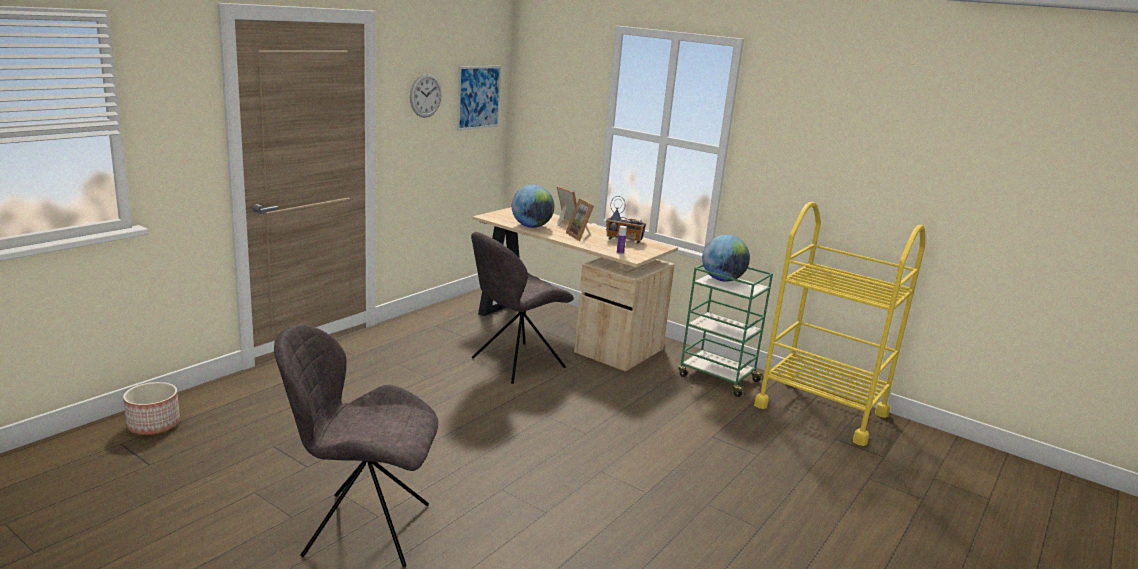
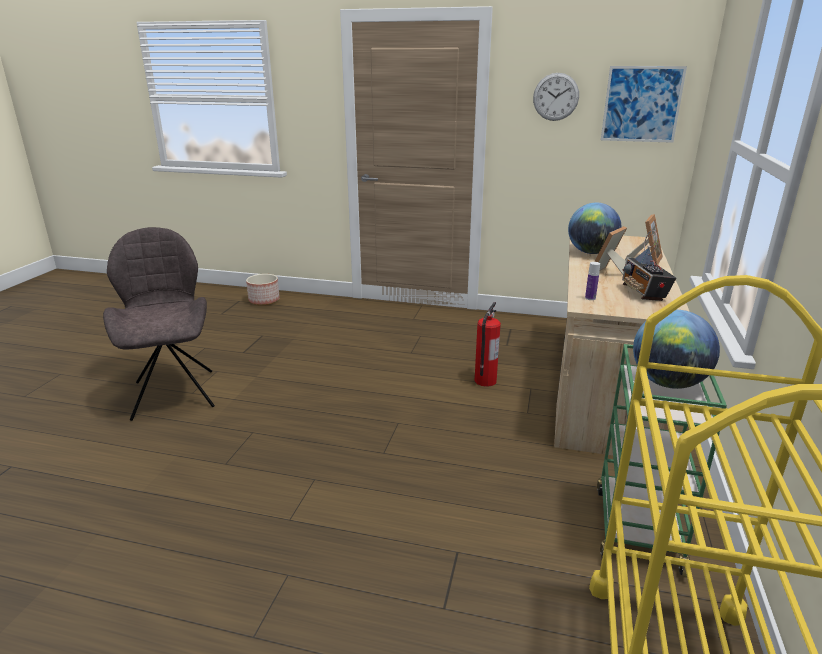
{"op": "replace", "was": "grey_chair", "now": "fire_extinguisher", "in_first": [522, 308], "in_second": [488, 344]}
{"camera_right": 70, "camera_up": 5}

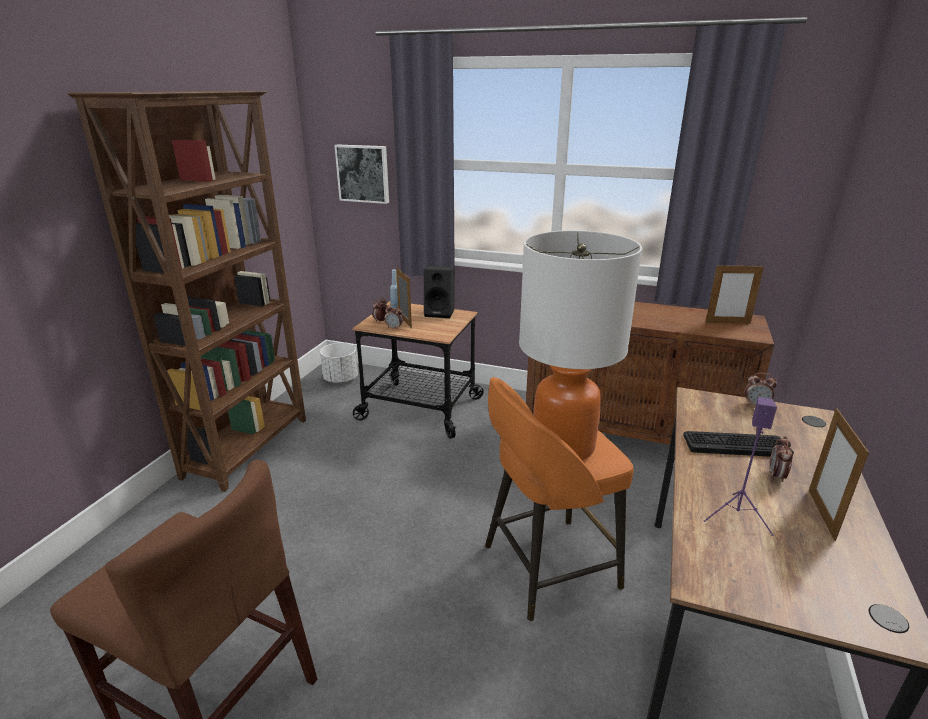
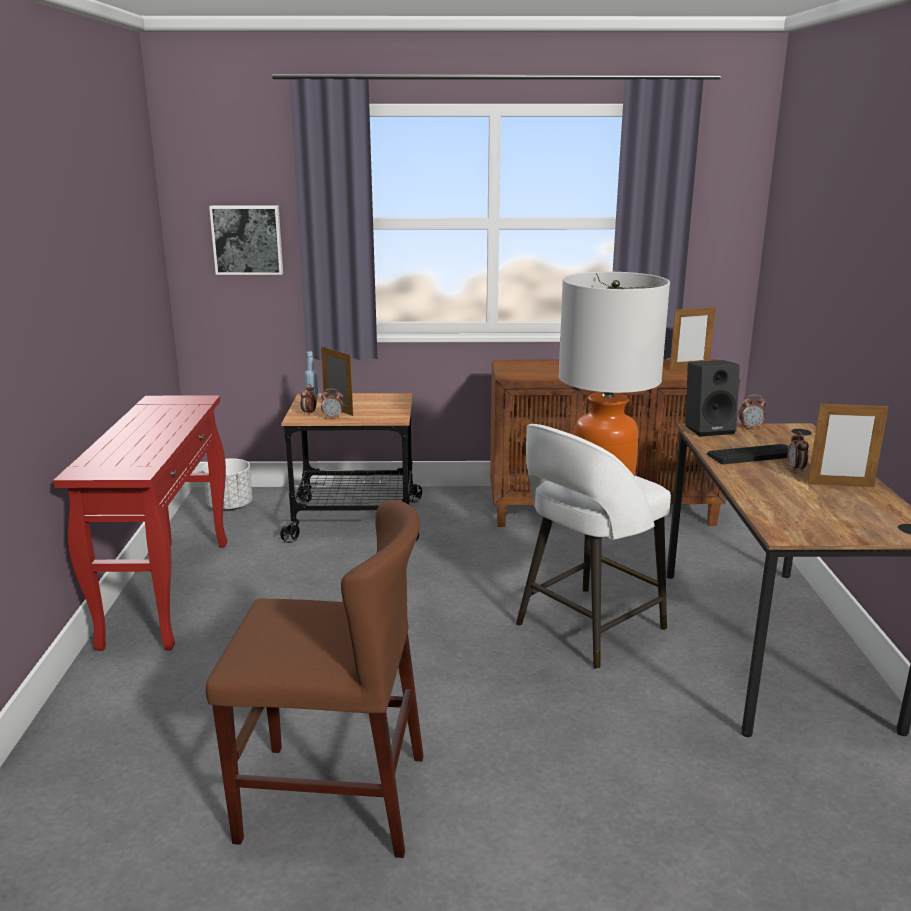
{"op": "replace", "was": "brown_bookcase", "now": "red_console_table", "in_first": [186, 291], "in_second": [140, 523]}
{"op": "move", "was": "black_speaker", "in_first": [439, 291], "in_second": [712, 398]}
{"op": "recolor", "was": "orange_stool", "now": "white_stool", "in_first": [559, 499], "in_second": [593, 546]}
{"op": "delete", "was": "purple_speaker", "in_first": [740, 466]}
{"op": "rotate", "was": "picture_frame", "in_first": [839, 474], "in_second": [848, 444], "clockwise": -75}
{"camera_right": -20, "camera_up": -5}

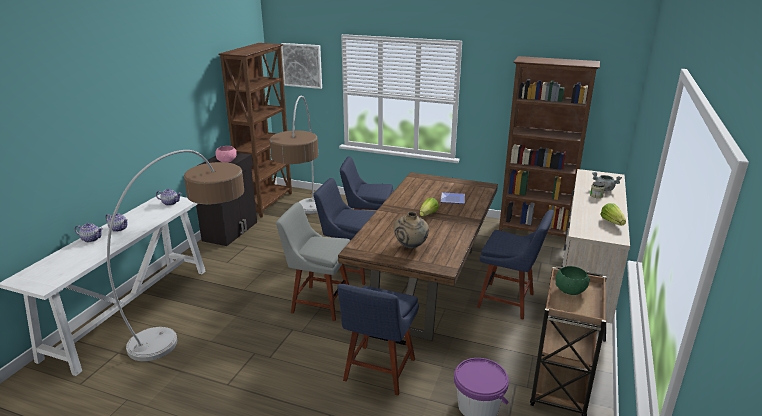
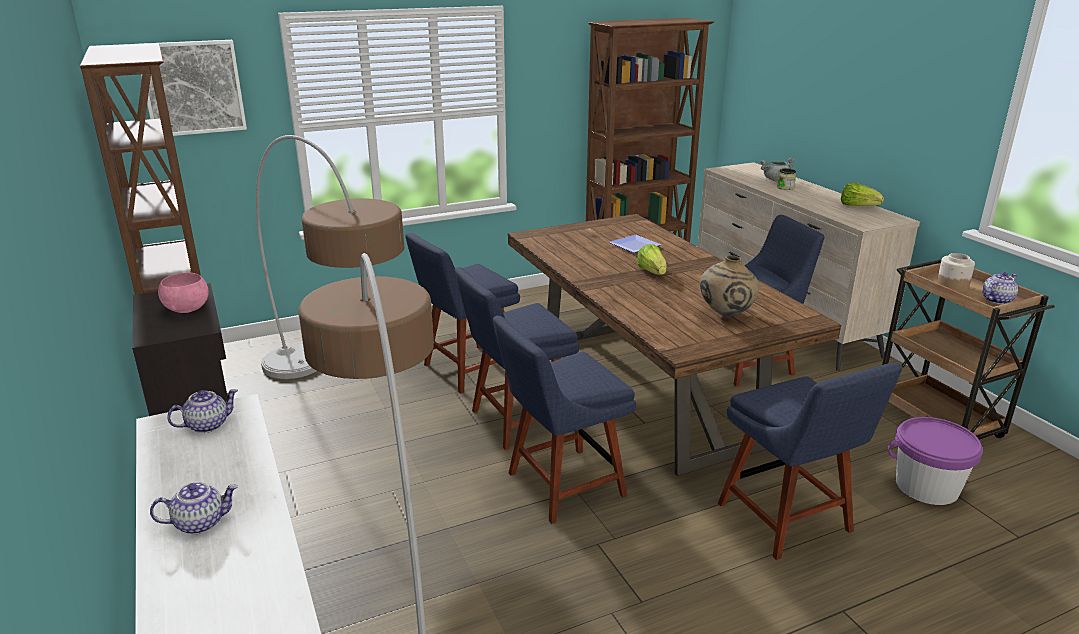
{"op": "recolor", "was": "grey_chair", "now": "blue_chair", "in_first": [313, 261], "in_second": [564, 420]}
{"op": "move", "was": "teapot", "in_first": [89, 232], "in_second": [1000, 288]}
{"op": "replace", "was": "green_bowl", "now": "jar", "in_first": [572, 280], "in_second": [955, 272]}
{"camera_right": -45, "camera_up": 0}

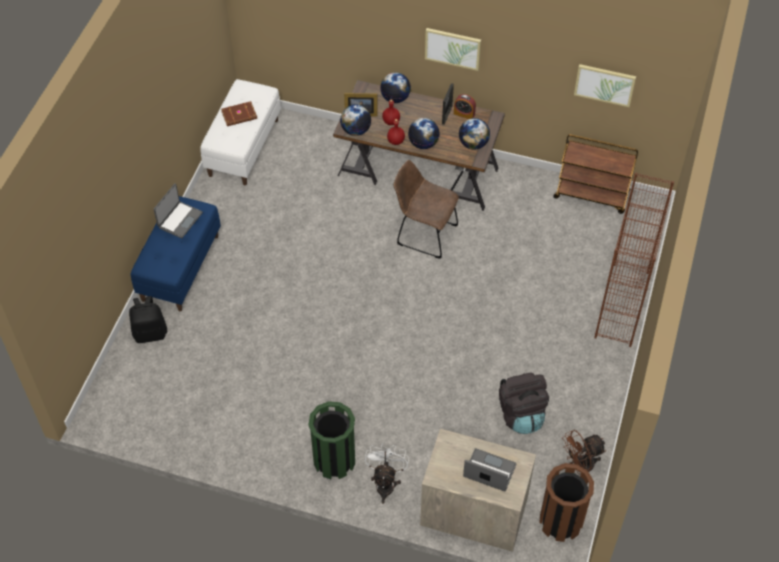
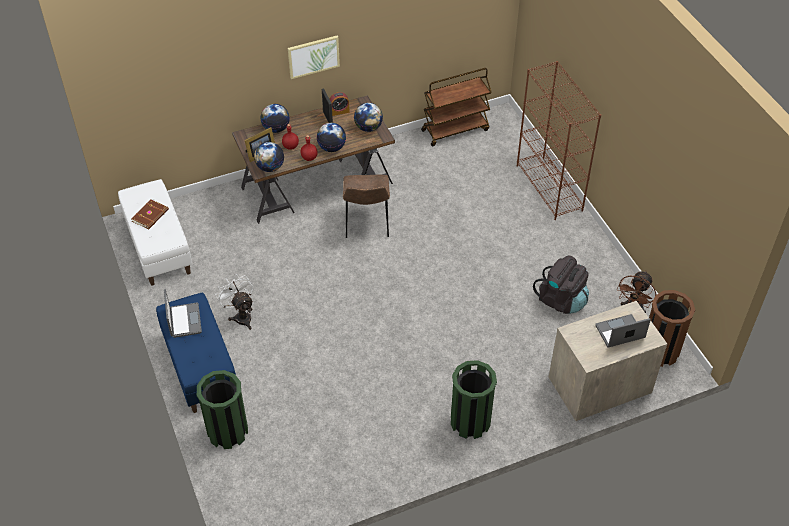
{"op": "delete", "was": "picture", "in_first": [605, 85]}
{"op": "rotate", "was": "brown_chair", "in_first": [426, 209], "in_second": [366, 206], "clockwise": -75}
{"op": "replace", "was": "black_backpack", "now": "green_trash_can", "in_first": [148, 319], "in_second": [222, 409]}
{"op": "move", "was": "white_fan", "in_first": [387, 473], "in_second": [234, 302]}
{"camera_right": -40, "camera_up": -5}

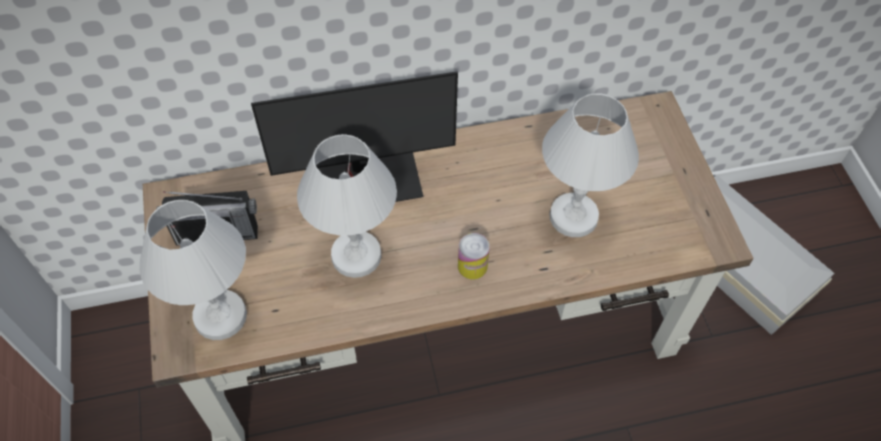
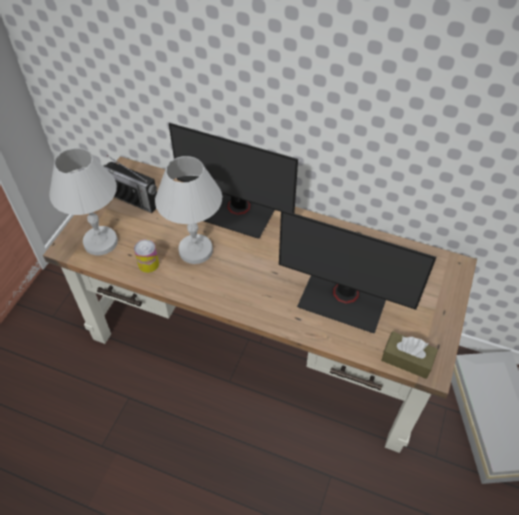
{"op": "replace", "was": "white_table_lamp", "now": "monitor", "in_first": [590, 165], "in_second": [357, 271]}
{"op": "move", "was": "can", "in_first": [474, 256], "in_second": [146, 256]}
{"op": "insert", "now": "brown_tissue_box", "in_second": [409, 355]}
{"camera_right": 35, "camera_up": -5}

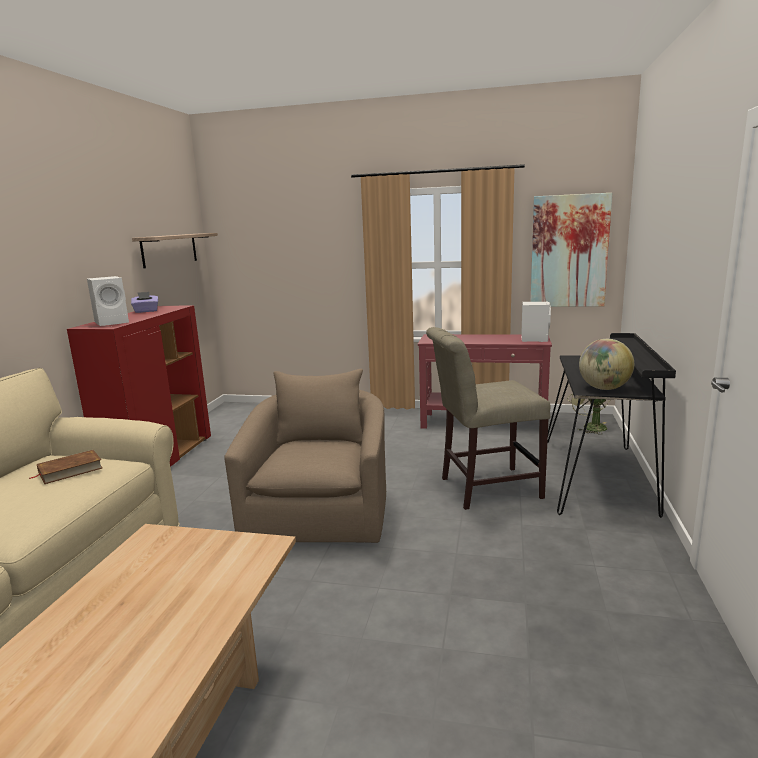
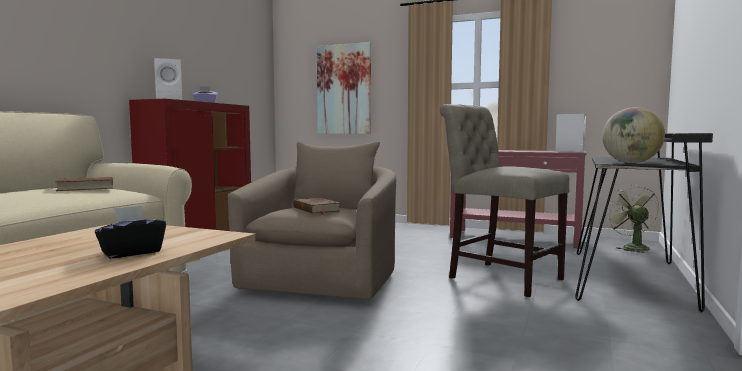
{"op": "move", "was": "picture", "in_first": [571, 250], "in_second": [344, 88]}
{"op": "delete", "was": "shelf", "in_first": [175, 250]}
{"op": "rotate", "was": "beige_chair", "in_first": [488, 418], "in_second": [504, 200], "clockwise": 45}
{"op": "insert", "now": "brown_book", "in_second": [316, 206]}
{"op": "insert", "now": "black_tissue_box", "in_second": [130, 231]}
{"camera_right": 10, "camera_up": -10}

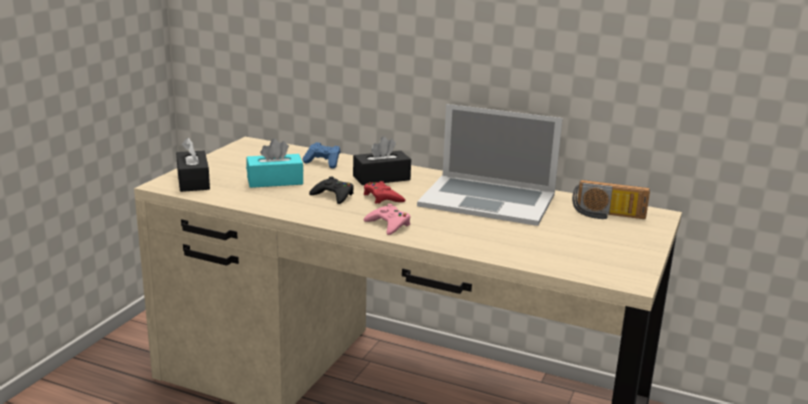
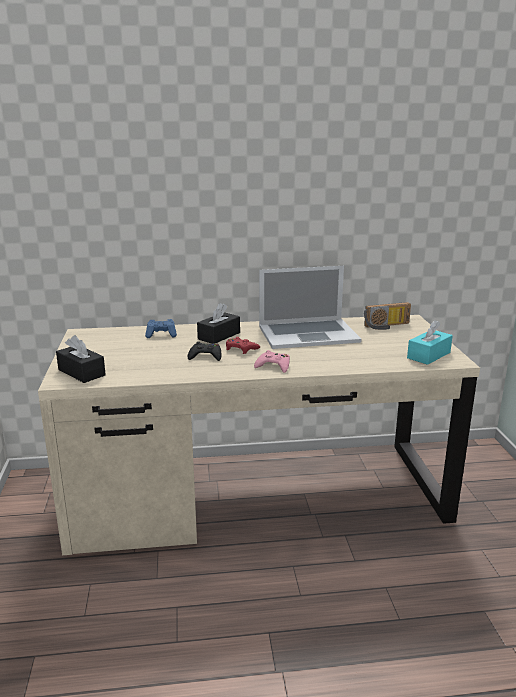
{"op": "move", "was": "turquoise_tissue_box", "in_first": [274, 163], "in_second": [430, 342]}
{"camera_right": -30, "camera_up": 0}

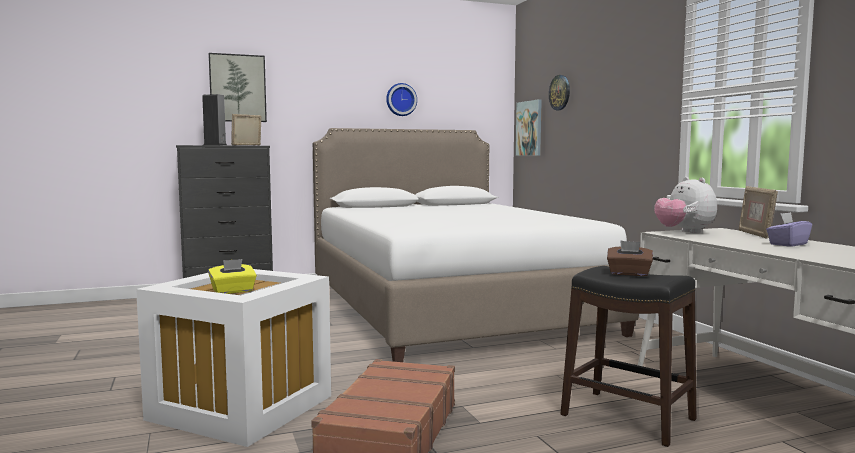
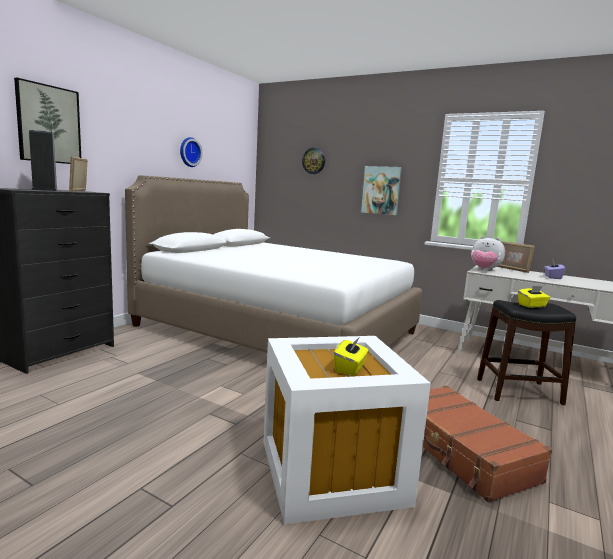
{"op": "move", "was": "picture", "in_first": [529, 127], "in_second": [381, 190]}
{"op": "recolor", "was": "brown_tissue_box", "now": "yellow_tissue_box", "in_first": [630, 258], "in_second": [534, 297]}
{"camera_right": -40, "camera_up": 5}

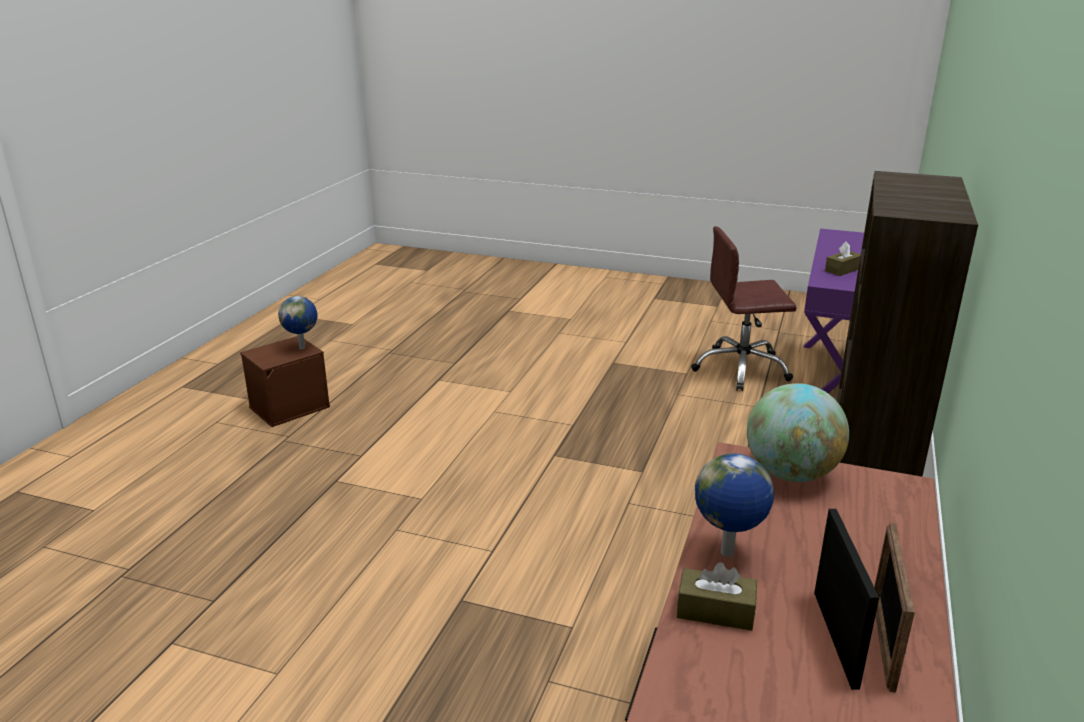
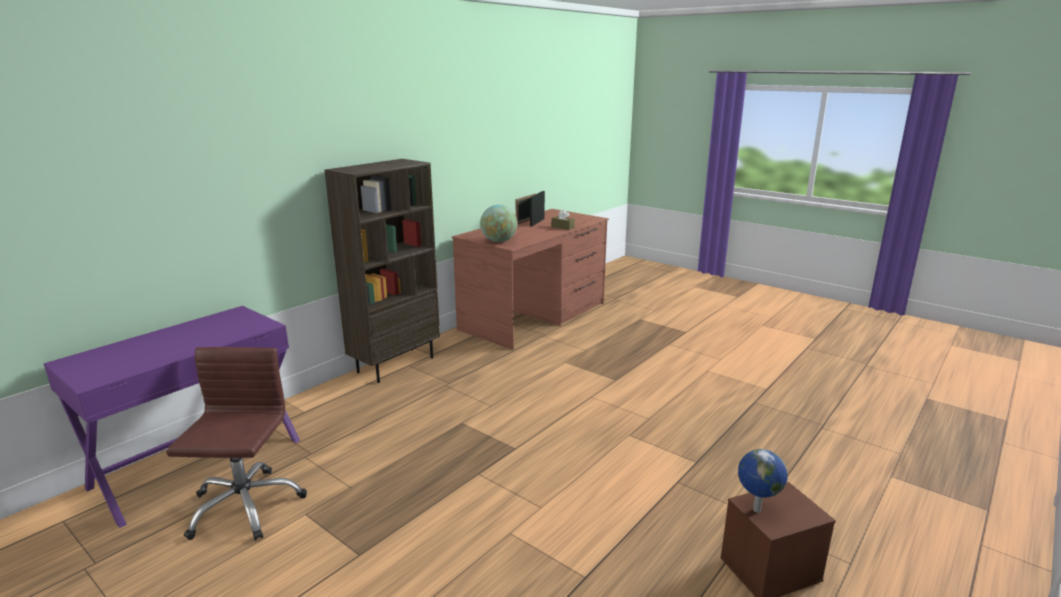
{"op": "rotate", "was": "brown_office_chair", "in_first": [744, 308], "in_second": [236, 444], "clockwise": -105}
{"op": "delete", "was": "brown_tissue_box", "in_first": [843, 258]}
{"op": "delete", "was": "globe", "in_first": [734, 505]}
{"camera_right": -160, "camera_up": -5}

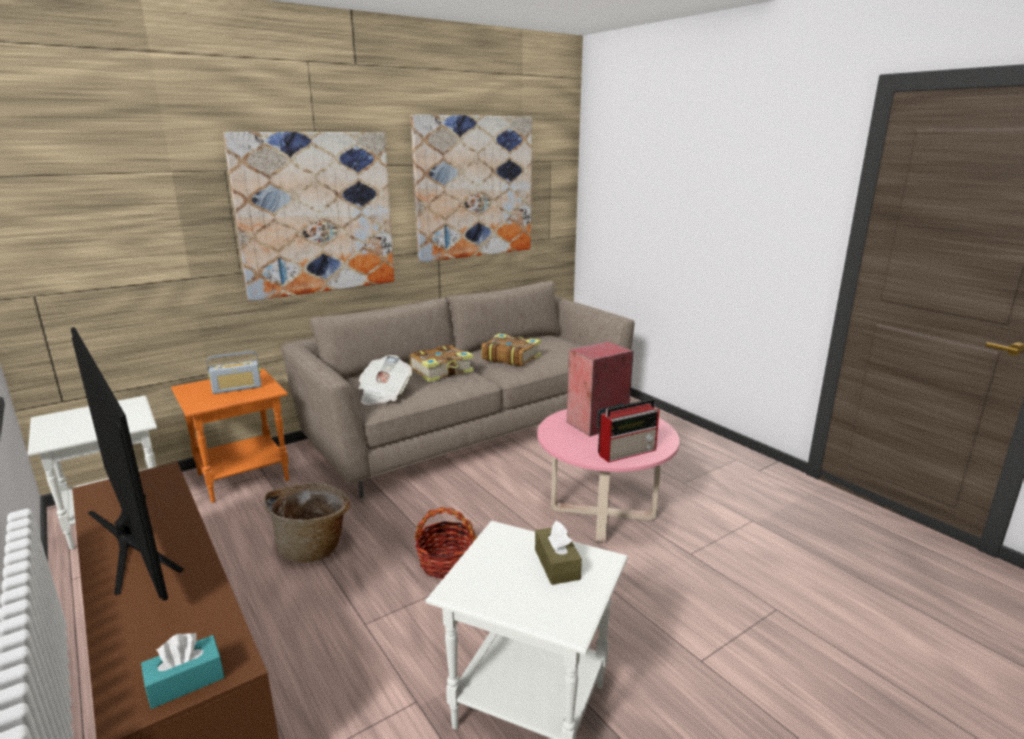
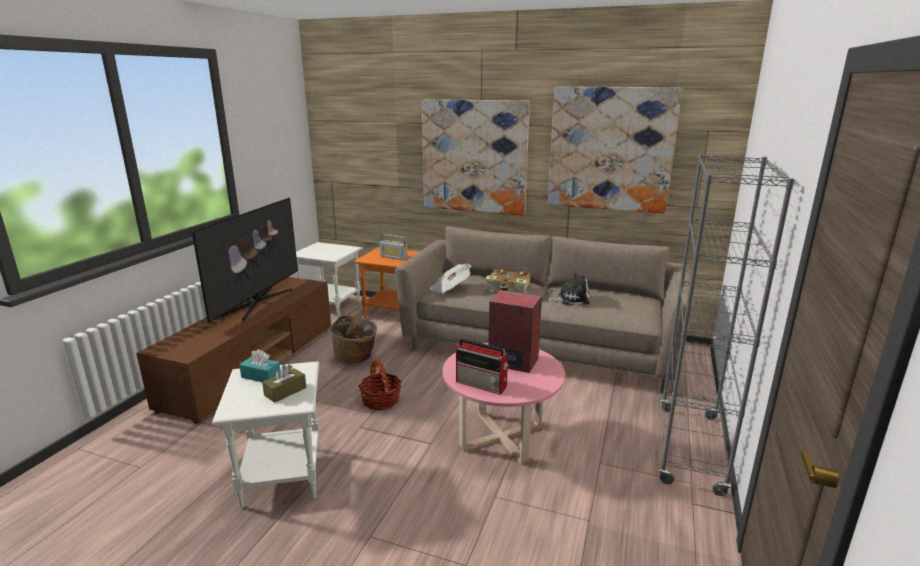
{"op": "replace", "was": "book", "now": "plush_toy", "in_first": [511, 350], "in_second": [569, 289]}
{"op": "move", "was": "turquoise_tissue_box", "in_first": [182, 671], "in_second": [259, 365]}
{"op": "insert", "now": "grey_bookcase", "in_second": [726, 325]}
{"camera_right": 55, "camera_up": 0}

